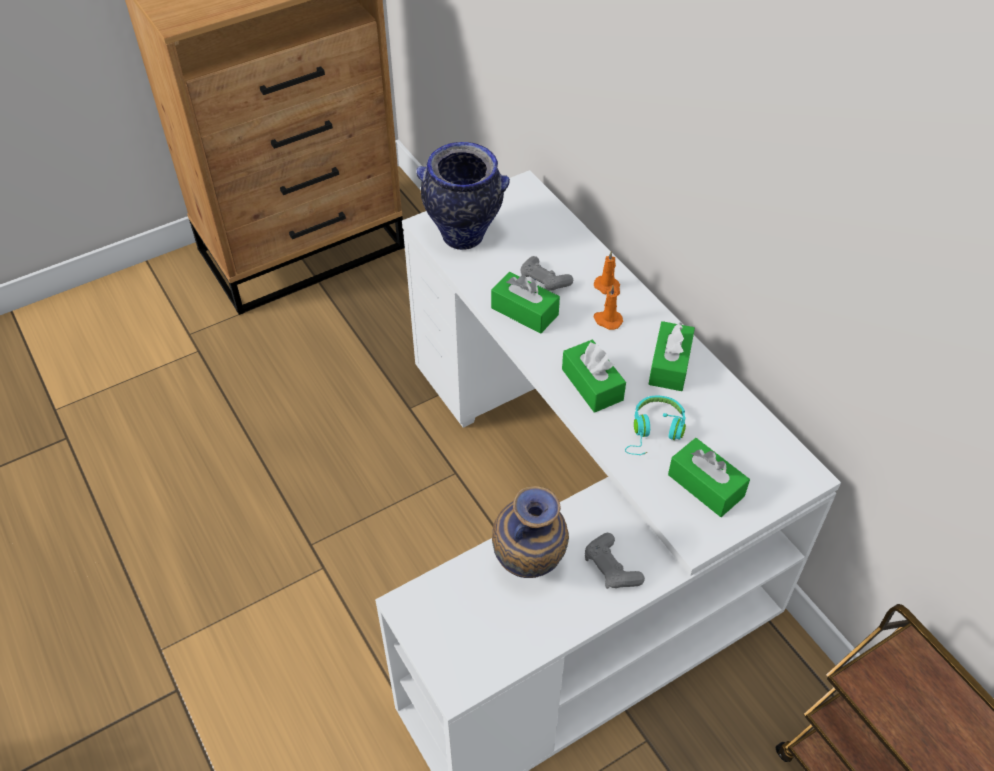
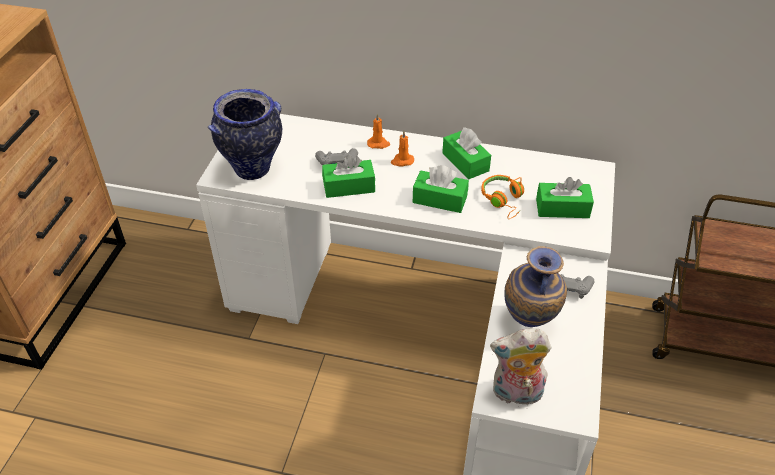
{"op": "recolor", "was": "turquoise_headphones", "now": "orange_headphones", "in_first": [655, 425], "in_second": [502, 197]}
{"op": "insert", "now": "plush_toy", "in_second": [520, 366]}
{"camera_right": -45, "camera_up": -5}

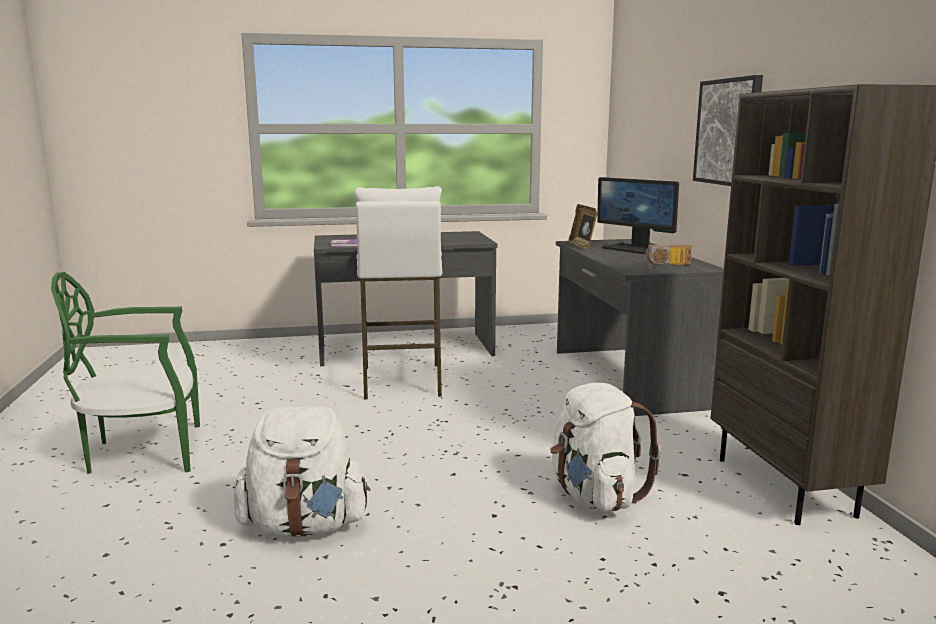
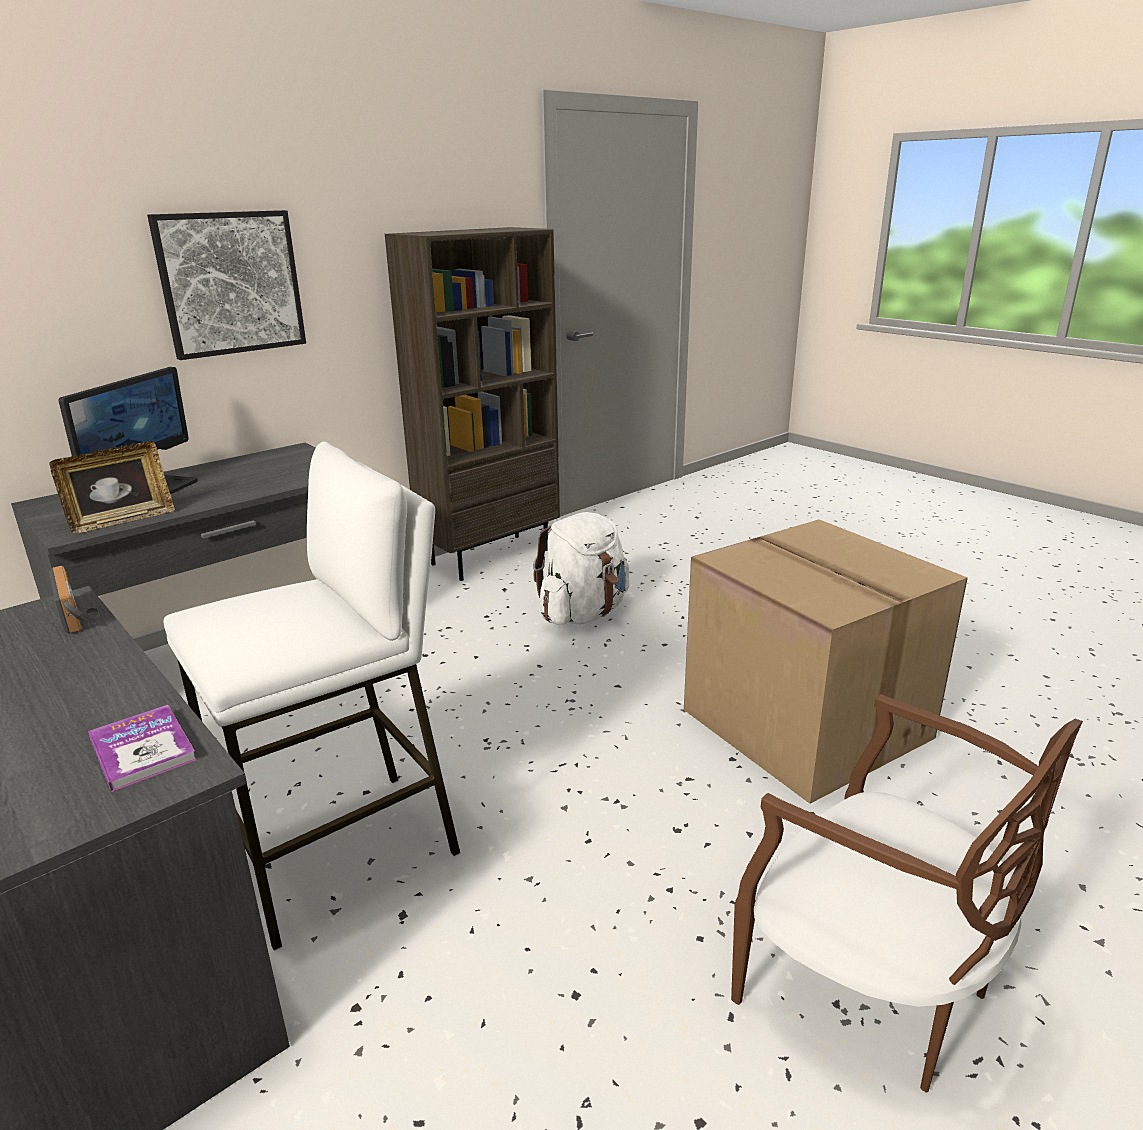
{"op": "move", "was": "radio", "in_first": [669, 256], "in_second": [74, 600]}
{"op": "recolor", "was": "green_chair", "now": "brown_chair", "in_first": [125, 373], "in_second": [907, 893]}
{"op": "replace", "was": "white_backpack", "now": "cardboard_box", "in_first": [302, 472], "in_second": [826, 661]}
{"camera_right": -120, "camera_up": 10}

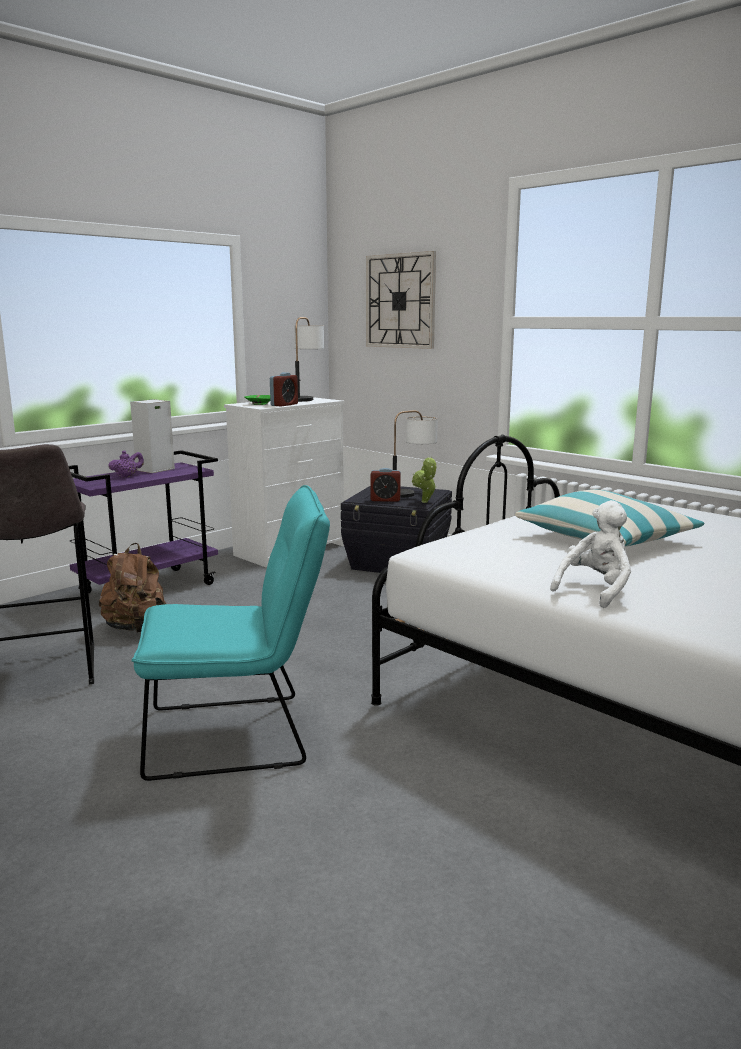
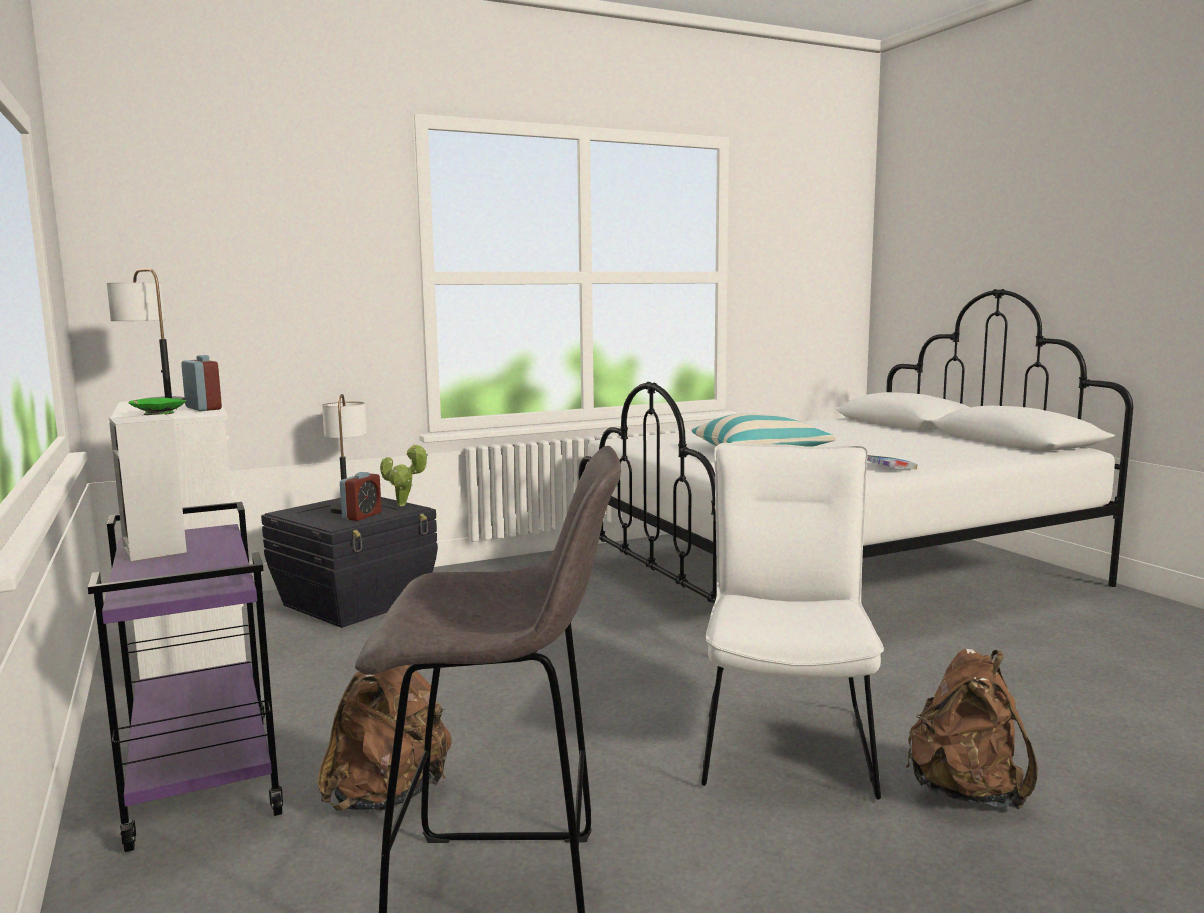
{"op": "delete", "was": "wall_clock", "in_first": [401, 300]}
{"op": "delete", "was": "purple_teapot", "in_first": [126, 464]}
{"op": "recolor", "was": "turquoise_chair", "now": "white_chair", "in_first": [231, 633], "in_second": [792, 621]}
{"op": "replace", "was": "white_plush_toy", "now": "book", "in_first": [590, 554], "in_second": [892, 462]}
{"op": "insert", "now": "brown_backpack", "in_second": [972, 729]}
{"camera_right": -70, "camera_up": -5}

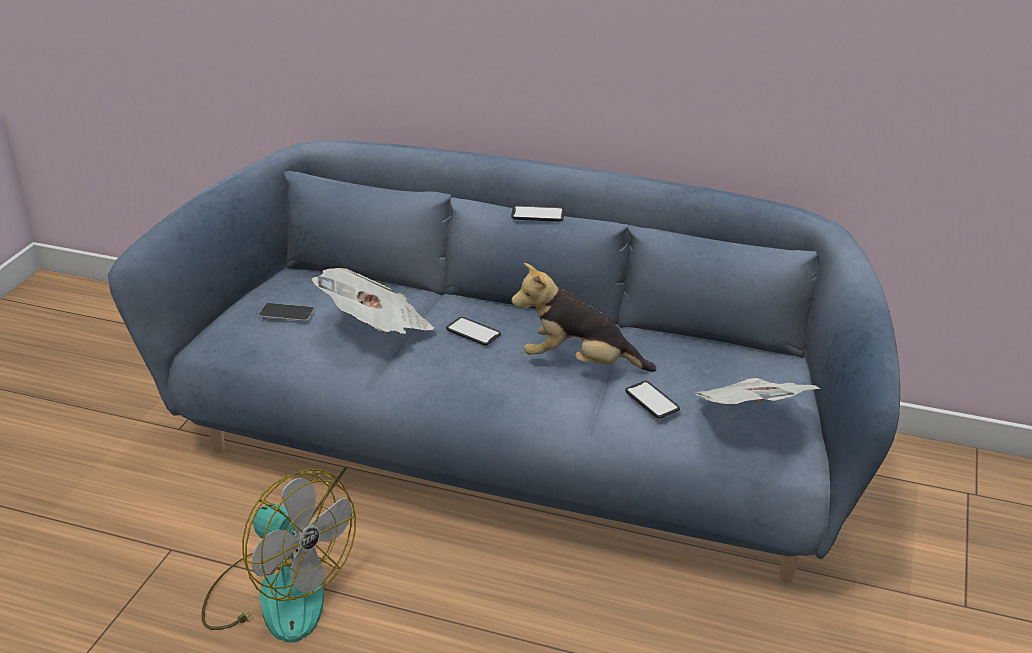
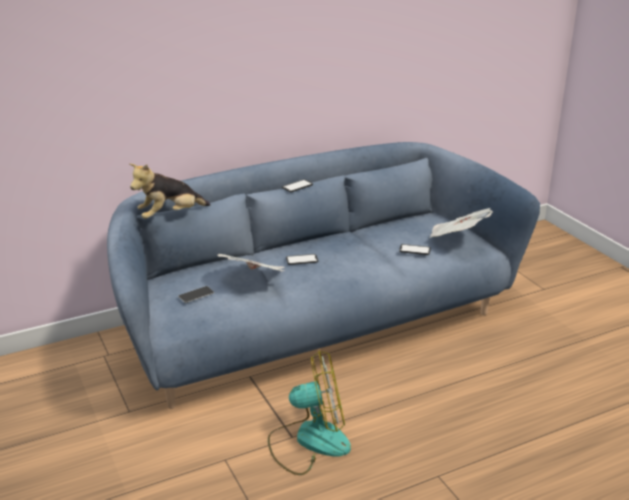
{"op": "move", "was": "plush_toy", "in_first": [583, 317], "in_second": [170, 191]}
{"camera_right": -45, "camera_up": -5}

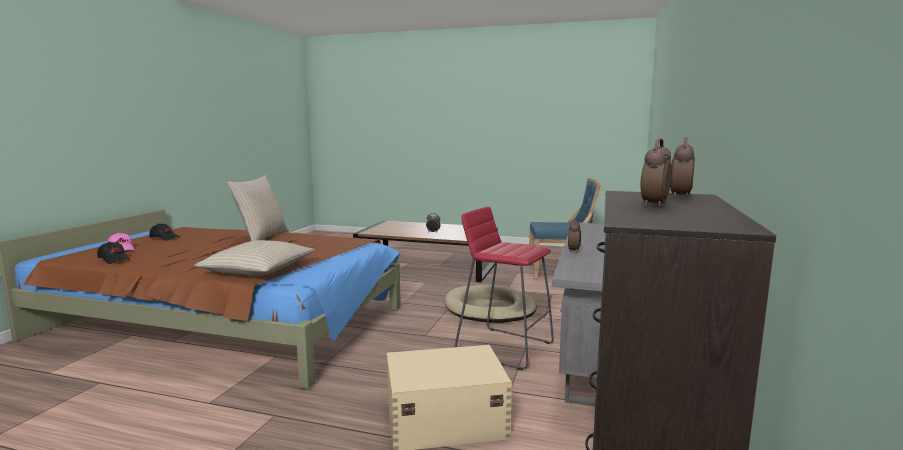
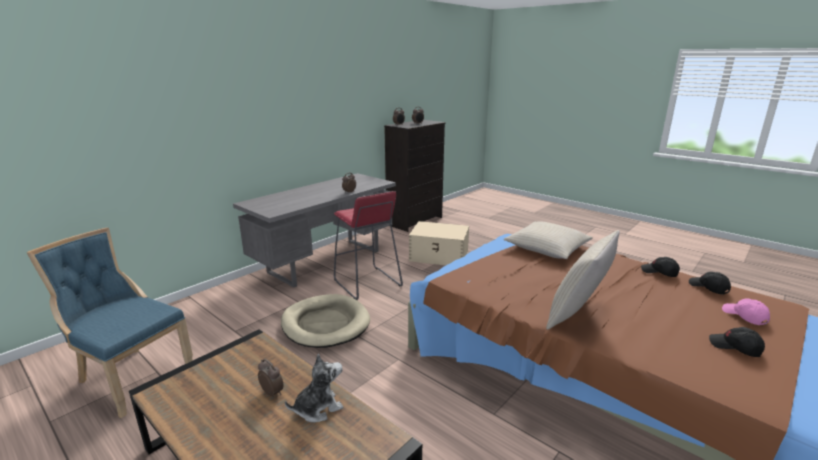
{"op": "insert", "now": "black_cap", "in_second": [660, 267]}
{"op": "insert", "now": "plush_toy", "in_second": [314, 388]}
{"camera_right": -155, "camera_up": 10}

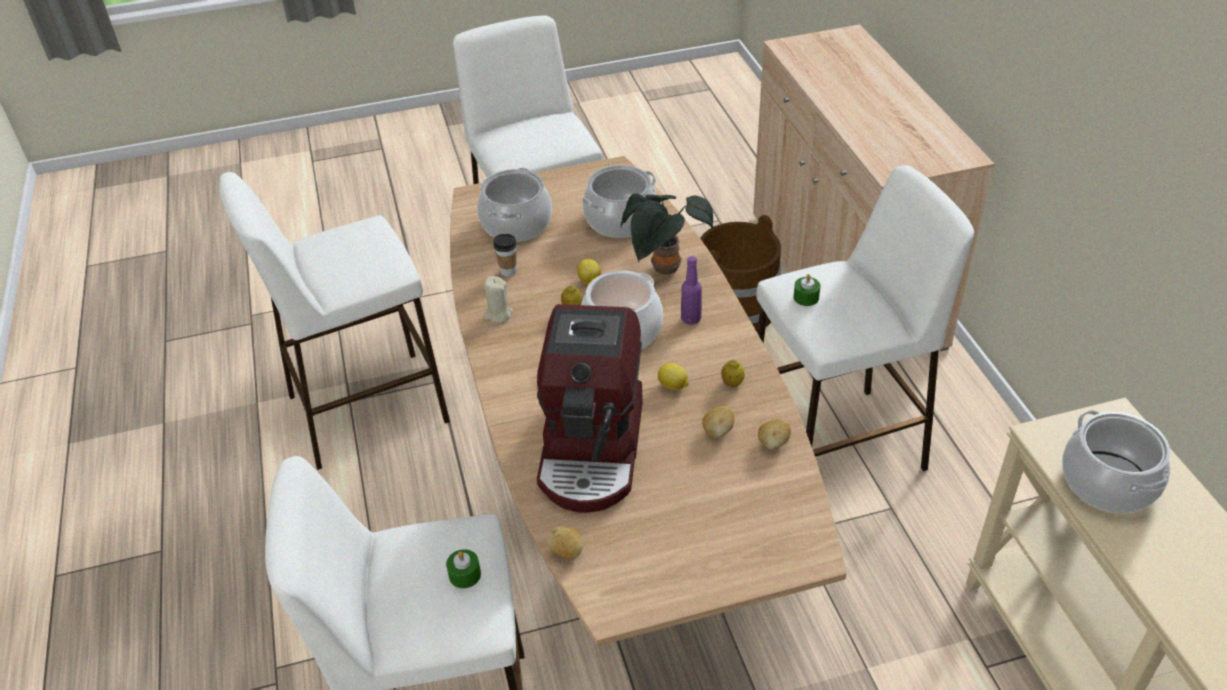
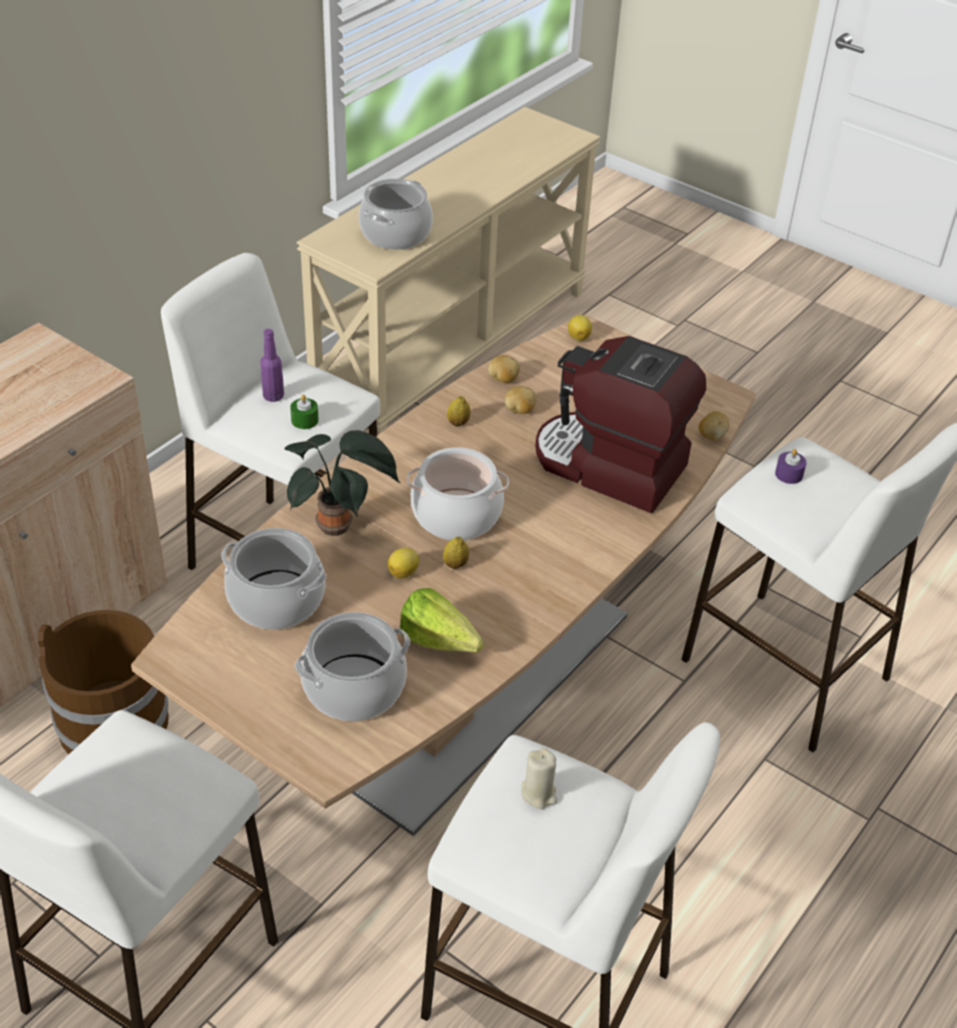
{"op": "replace", "was": "cup", "now": "lettuce", "in_first": [505, 255], "in_second": [441, 620]}
{"op": "move", "was": "purple_bottle", "in_first": [691, 290], "in_second": [272, 365]}
{"op": "move", "was": "beige_candle", "in_first": [498, 299], "in_second": [539, 778]}
{"op": "rotate", "was": "coffee_machine", "in_first": [590, 408], "in_second": [620, 424], "clockwise": -120}
{"op": "move", "was": "lemon", "in_first": [673, 376], "in_second": [580, 328]}
{"op": "recolor", "was": "green_candle", "now": "purple_candle", "in_first": [463, 569], "in_second": [791, 466]}
{"camera_right": -130, "camera_up": 0}

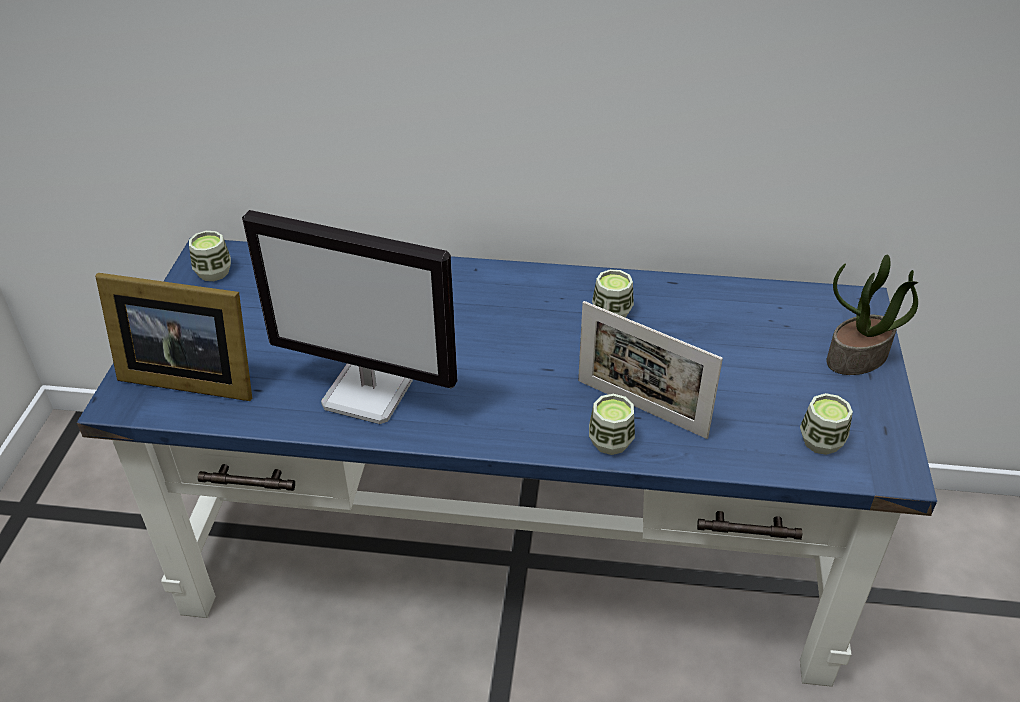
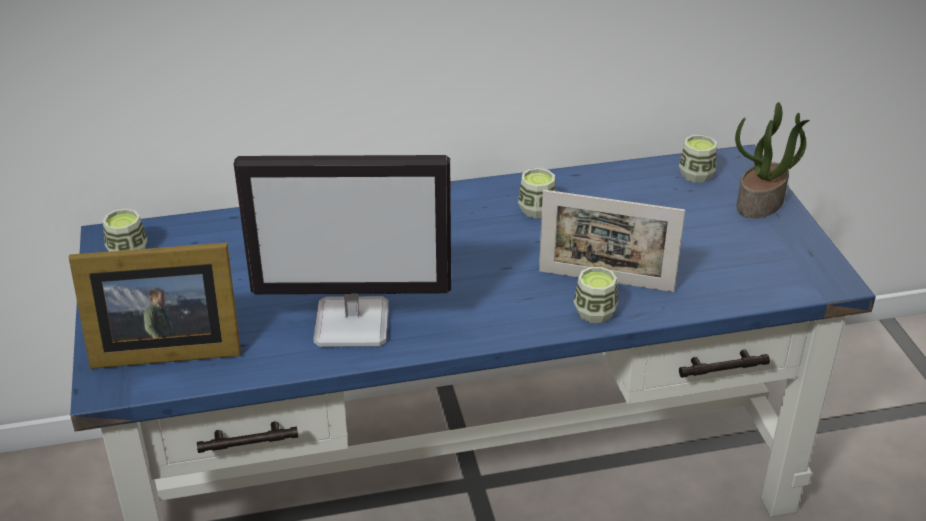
{"op": "move", "was": "cup", "in_first": [826, 424], "in_second": [698, 159]}
{"camera_right": -20, "camera_up": -5}

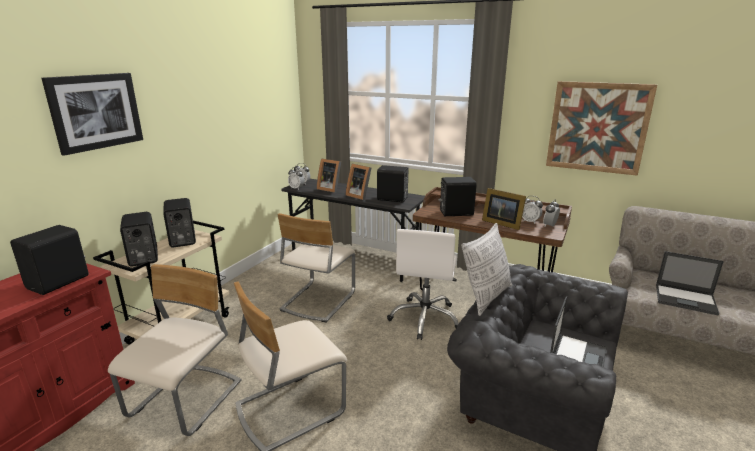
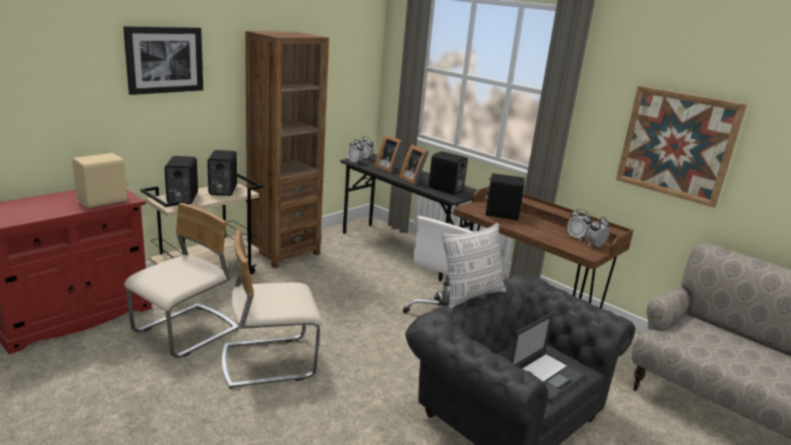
{"op": "delete", "was": "picture_frame", "in_first": [504, 209]}
{"op": "delete", "was": "beige_chair", "in_first": [316, 267]}
{"op": "recolor", "was": "black_speaker", "now": "beige_speaker", "in_first": [49, 260], "in_second": [99, 180]}
{"op": "delete", "was": "laptop", "in_first": [690, 283]}
{"op": "insert", "now": "brown_bookcase", "in_second": [287, 149]}
{"camera_right": 15, "camera_up": 0}

